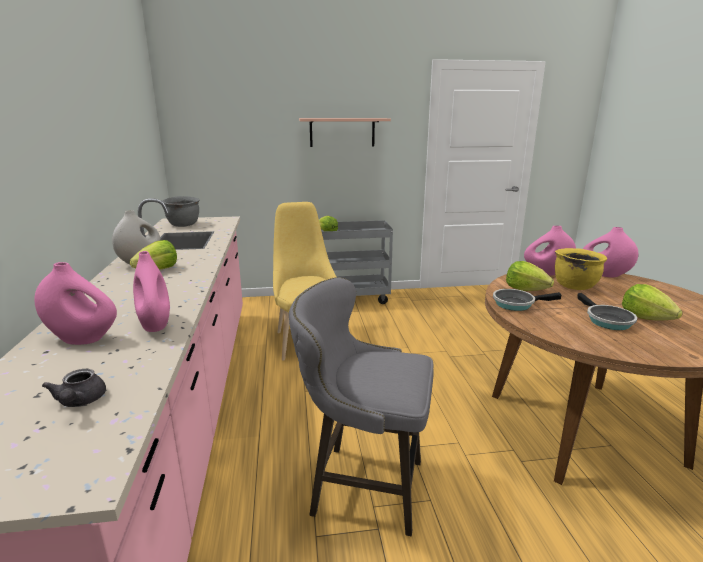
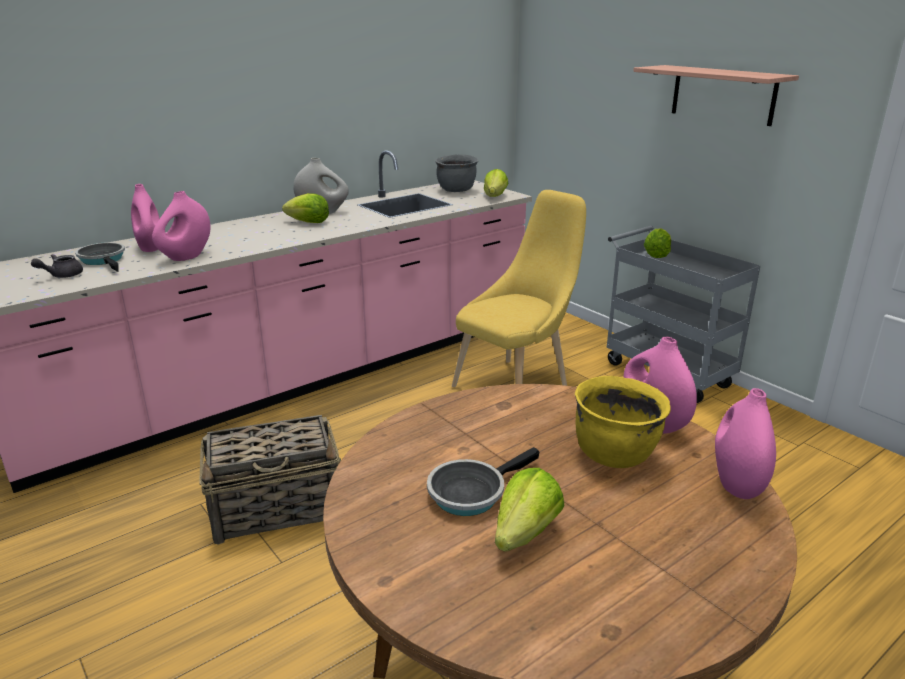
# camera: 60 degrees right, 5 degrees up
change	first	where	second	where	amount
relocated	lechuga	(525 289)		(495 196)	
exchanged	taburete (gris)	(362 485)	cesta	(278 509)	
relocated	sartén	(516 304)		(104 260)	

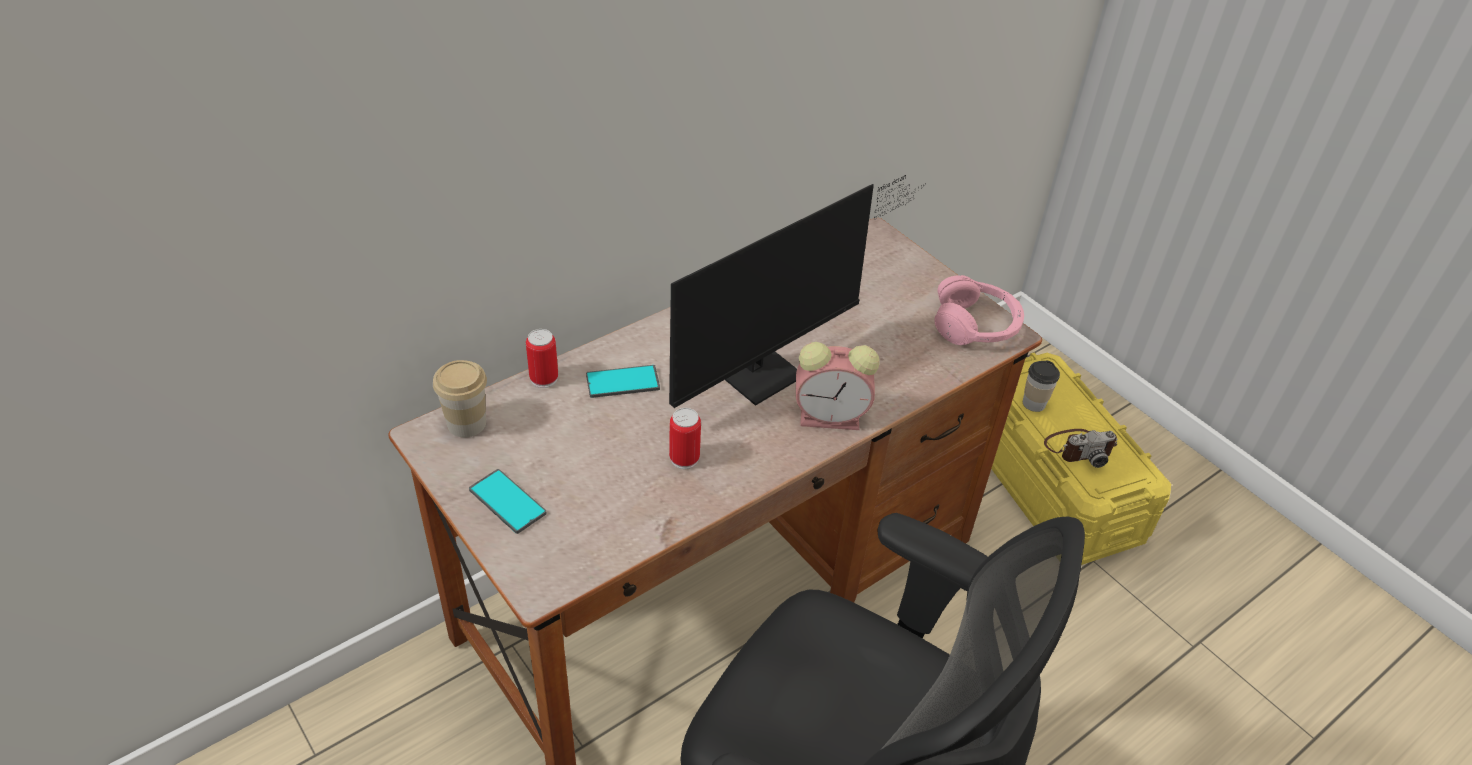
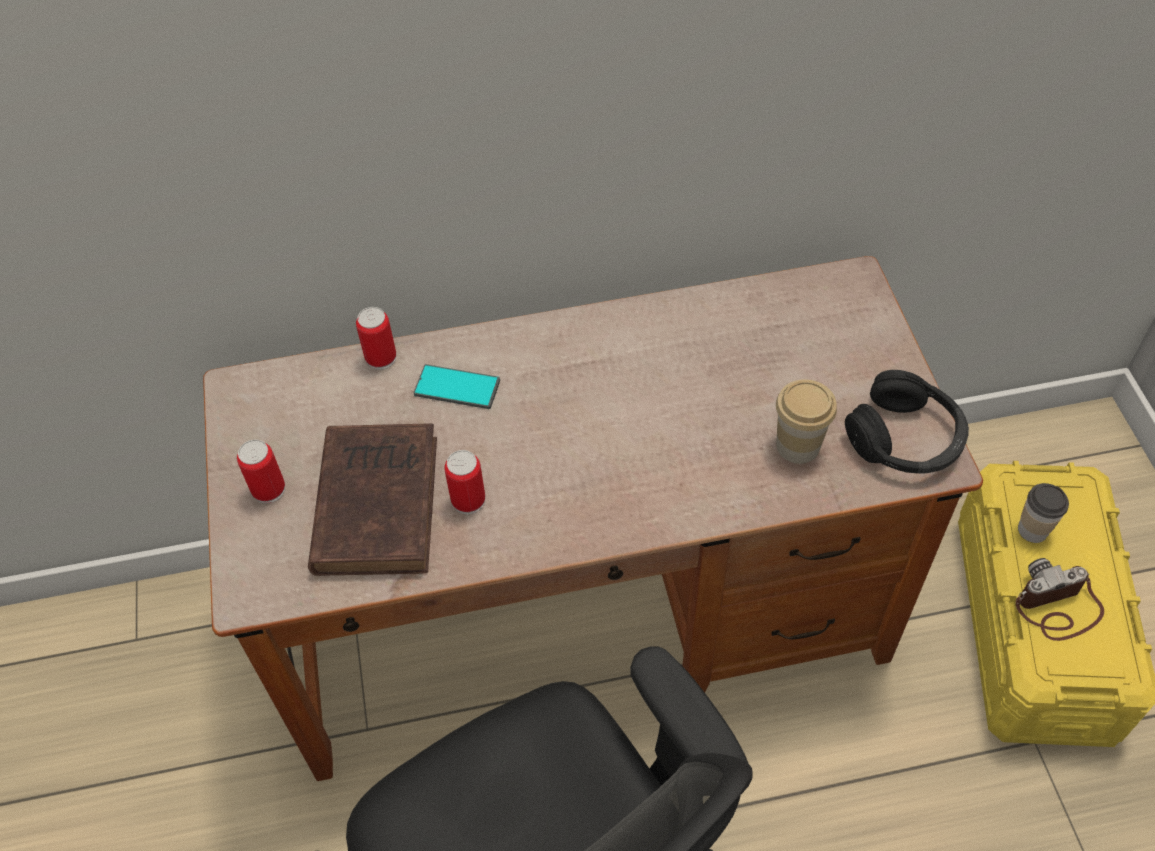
# camera: 30 degrees right, 10 degrees up
change	first	where	second	where	amount
missing	monitor	(769 369)			
colour	auriculares (rosa)	(975 325)	auriculares (negro)	(905 439)	
missing	despertador	(832 417)			
relocated	taza	(466 423)		(798 445)	
spun	cámara	(1078 448)		(1057 608)	150 degrees clockwise
exchanged	móvil	(507 502)	lata	(268 489)	
appeared			libro (marrón)	(377 500)	

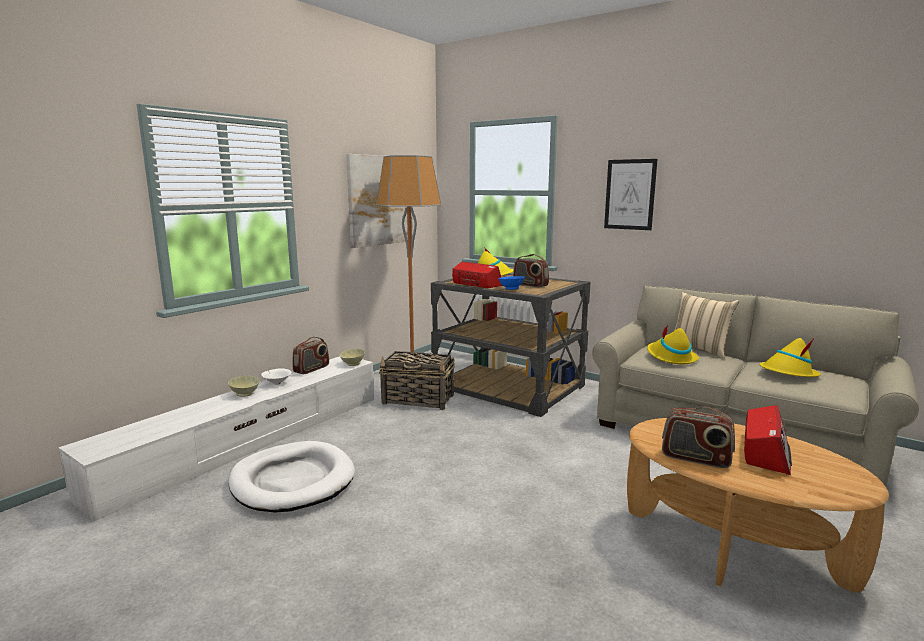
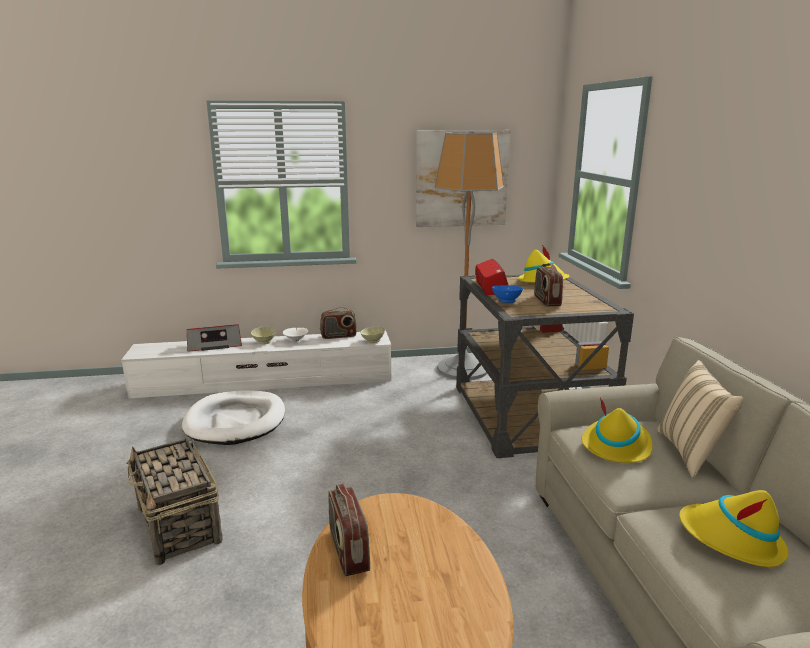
# camera: 45 degrees right, 5 degrees up
change	first	where	second	where	amount
missing	cuadro	(630 194)			
relocated	cesta	(419 400)		(179 526)	
relocated	radio	(765 451)		(215 345)	

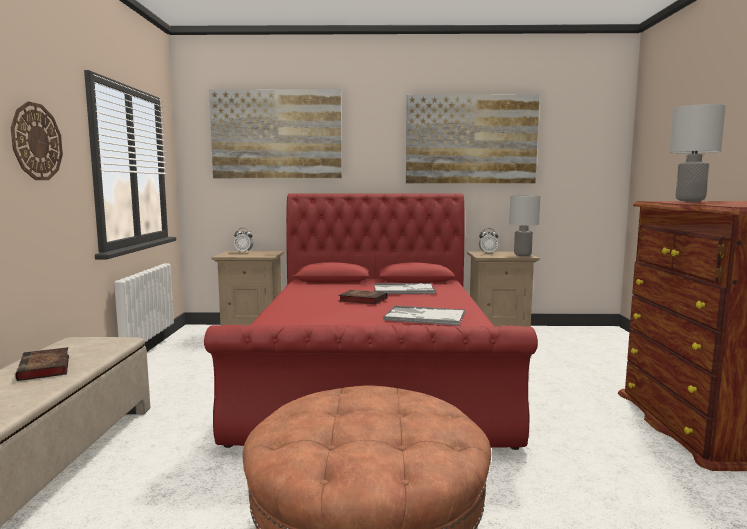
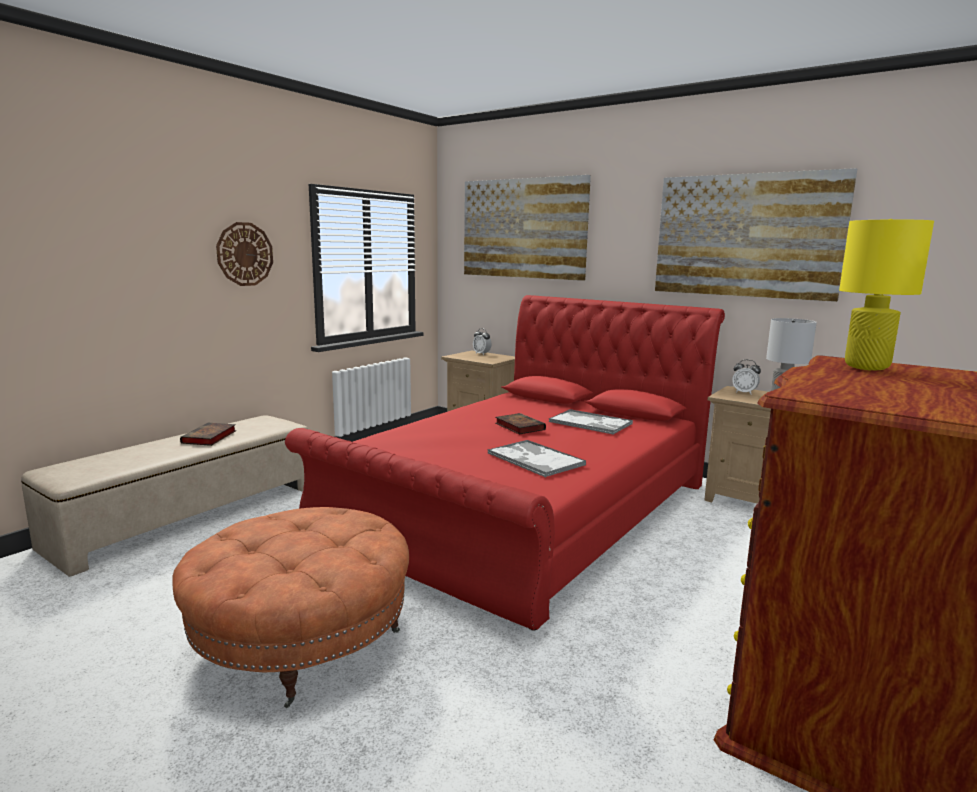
# camera: 35 degrees right, 5 degrees up
change	first	where	second	where	amount
colour	lámpara de mesa (gris)	(690 201)	lámpara de mesa (amarillo)	(867 368)	

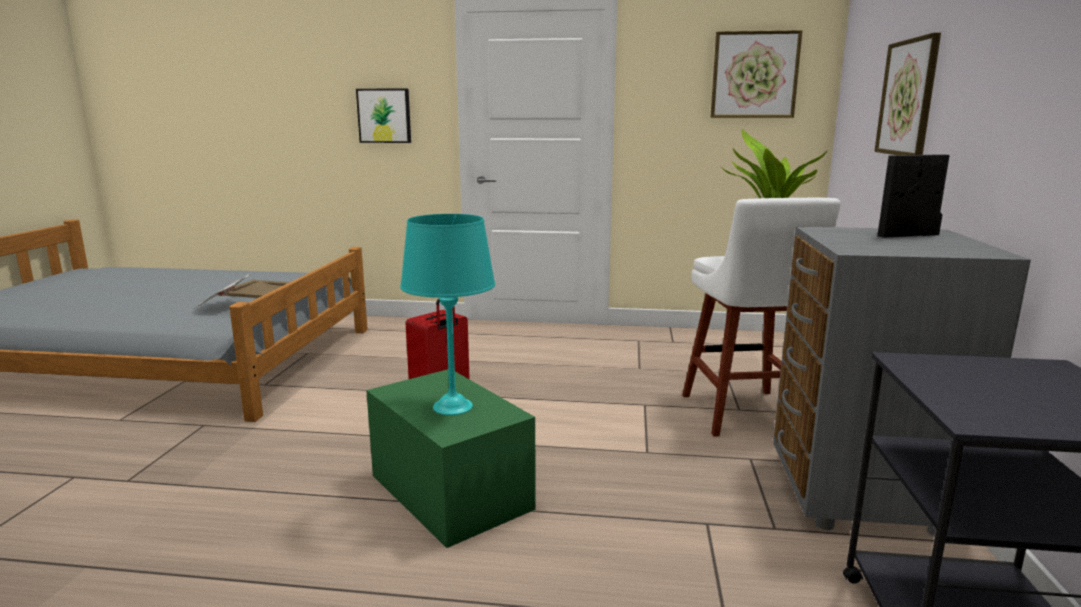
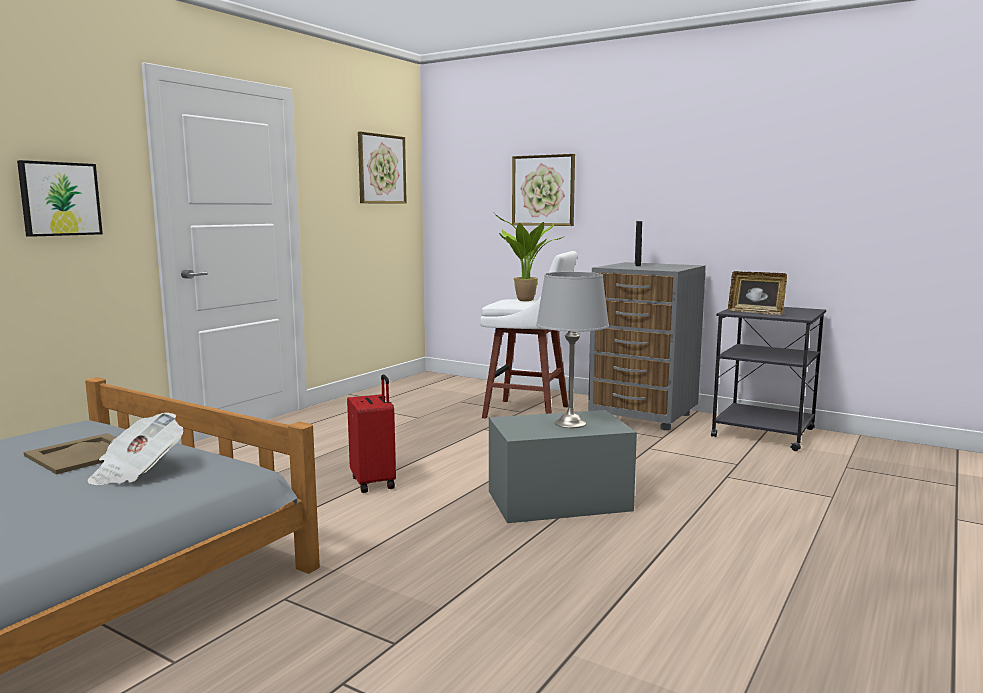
# camera: 65 degrees left, 5 degrees down
change	first	where	second	where	amount
colour	lámpara de mesa (turquesa)	(452 406)	lámpara de mesa (gris)	(569 423)	
colour	caja de almacenaje (verde)	(450 491)	caja de almacenaje (gris)	(558 501)	
appeared			portarretratos	(756 312)	

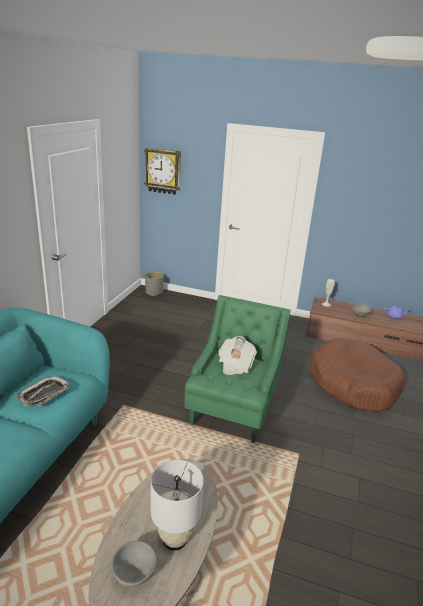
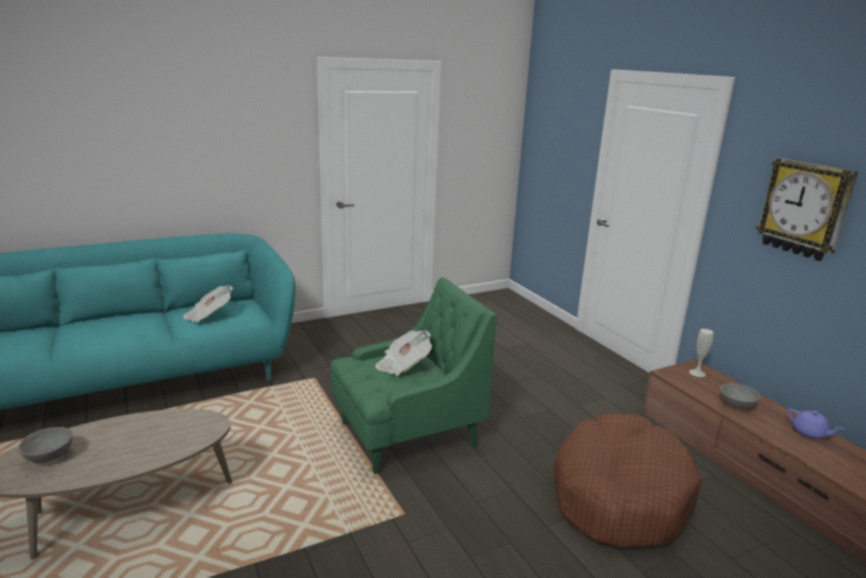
# camera: 45 degrees right, 5 degrees down
change	first	where	second	where	amount
relocated	reloj de pared	(163 171)		(804 209)	
missing	maceta (gris)	(154 292)			
exchanged	bandeja	(44 395)	periódico	(209 315)	
missing	lámpara de mesa (blanco)	(174 539)			

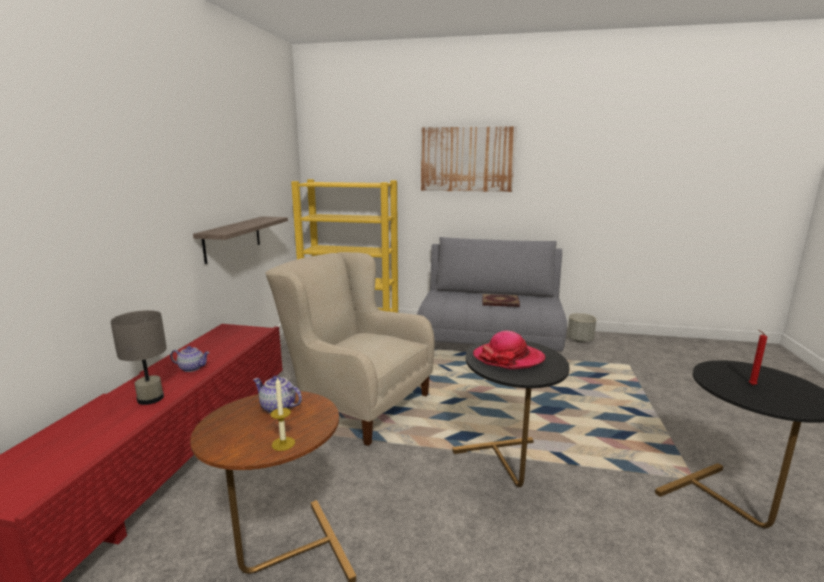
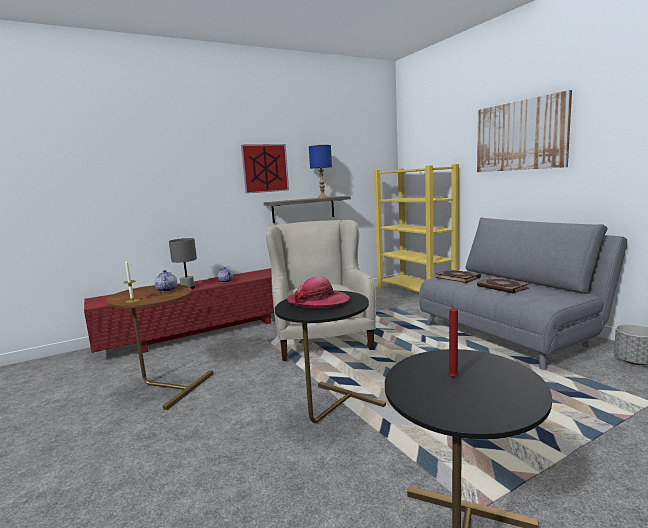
# camera: 50 degrees right, 5 degrees down
change	first	where	second	where	amount
appeared			cuadro	(265 168)	
appeared			lámpara de mesa (azul)	(322 197)	
appeared			libro	(458 277)	

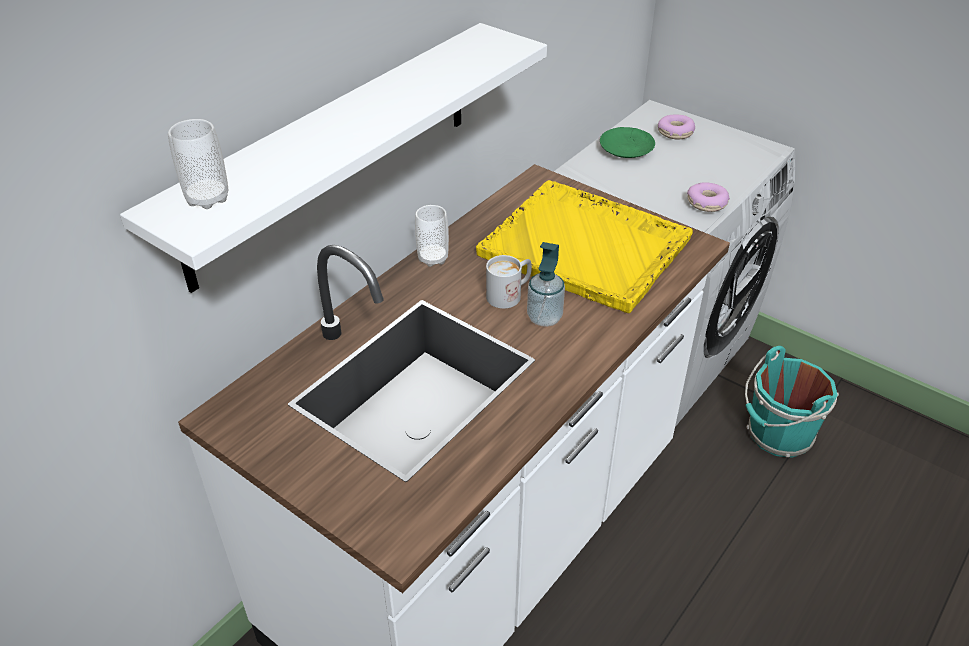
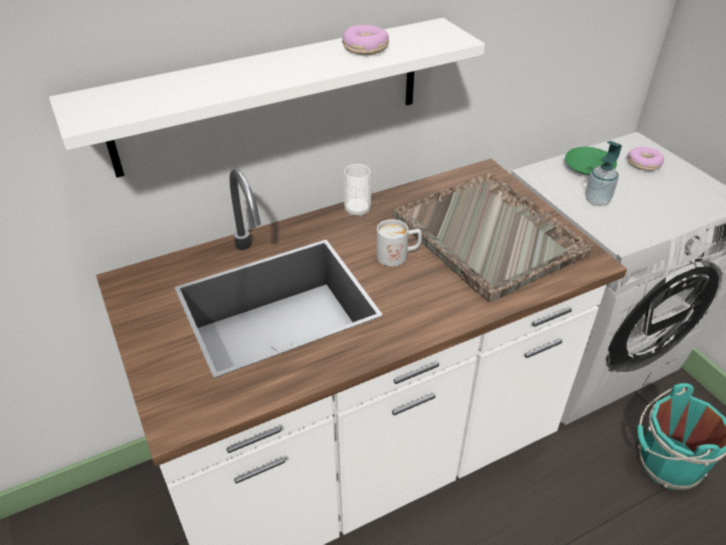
# camera: 25 degrees right, 0 degrees up
change	first	where	second	where	amount
missing	taza	(207 198)			
colour	bandeja (amarillo)	(586 248)	bandeja (gris)	(489 237)	
relocated	rosquilla	(707 203)		(365 48)	
relocated	dispensador de jabón	(544 318)		(597 200)	

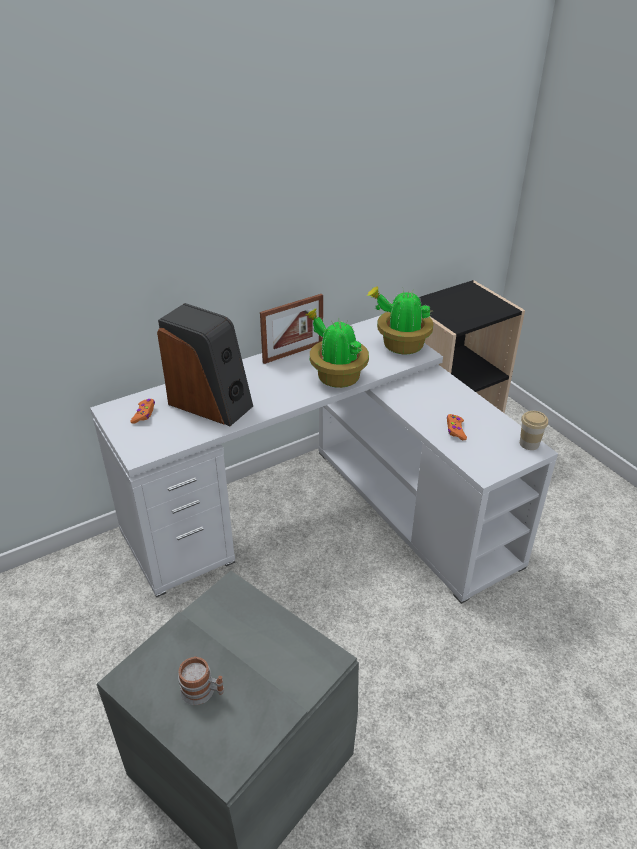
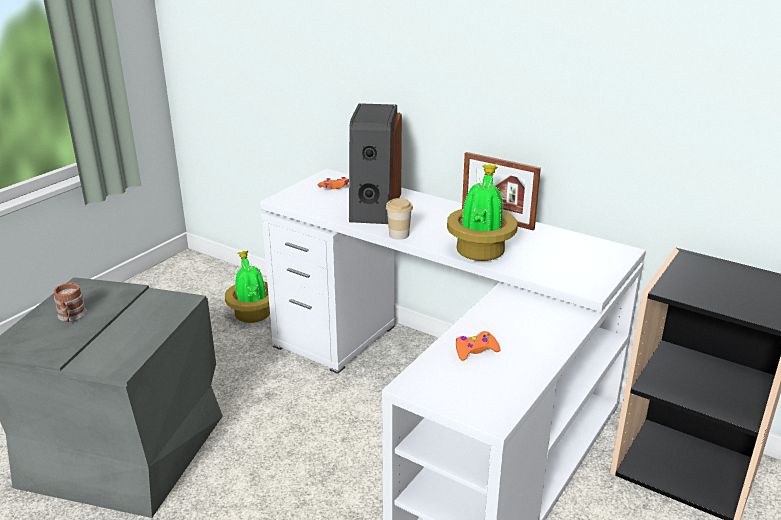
# camera: 65 degrees right, 10 degrees down
change	first	where	second	where	amount
relocated	planta en maceta	(401 345)		(252 313)	
relocated	taza	(529 444)		(399 235)	

